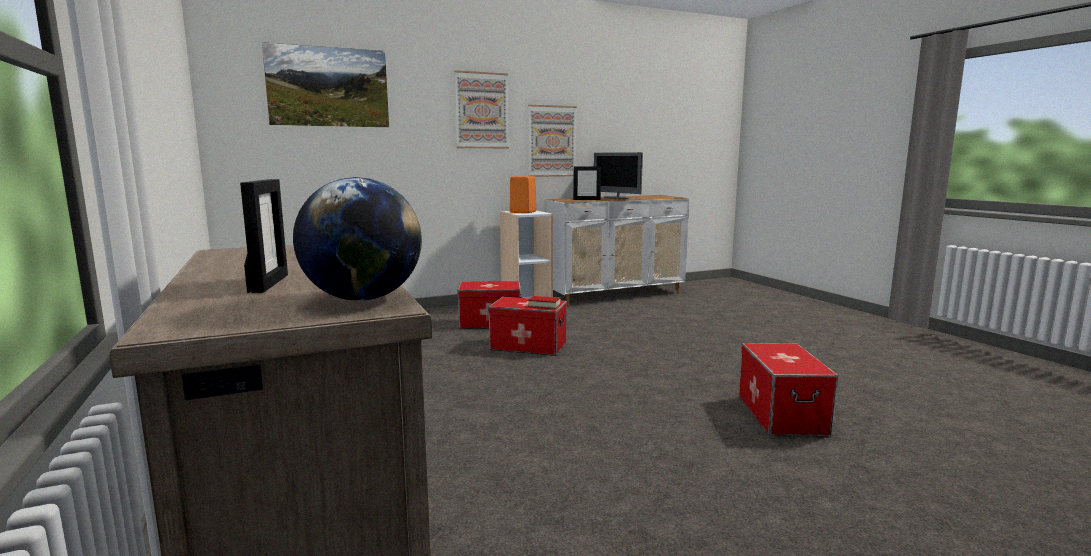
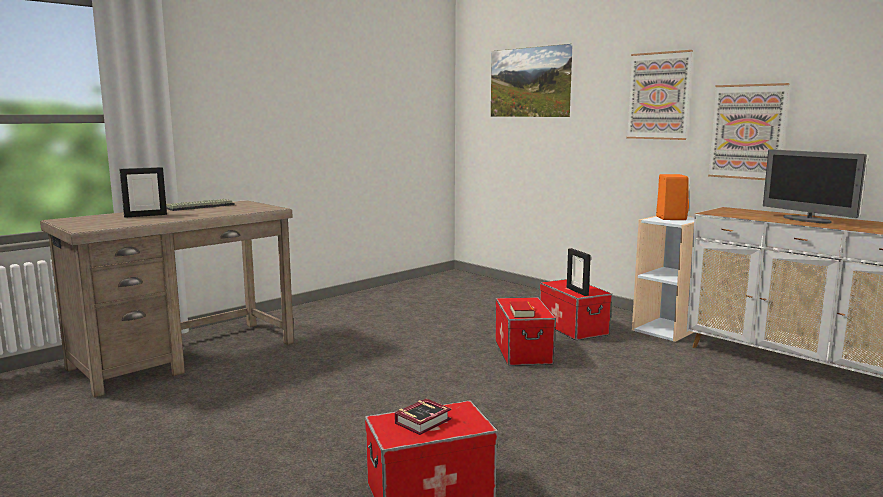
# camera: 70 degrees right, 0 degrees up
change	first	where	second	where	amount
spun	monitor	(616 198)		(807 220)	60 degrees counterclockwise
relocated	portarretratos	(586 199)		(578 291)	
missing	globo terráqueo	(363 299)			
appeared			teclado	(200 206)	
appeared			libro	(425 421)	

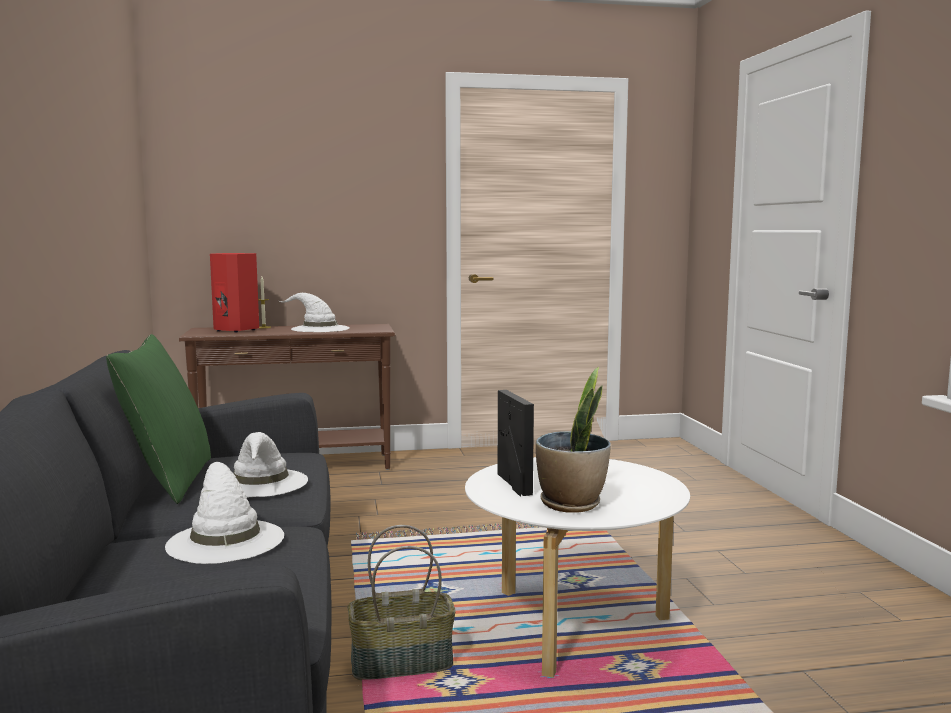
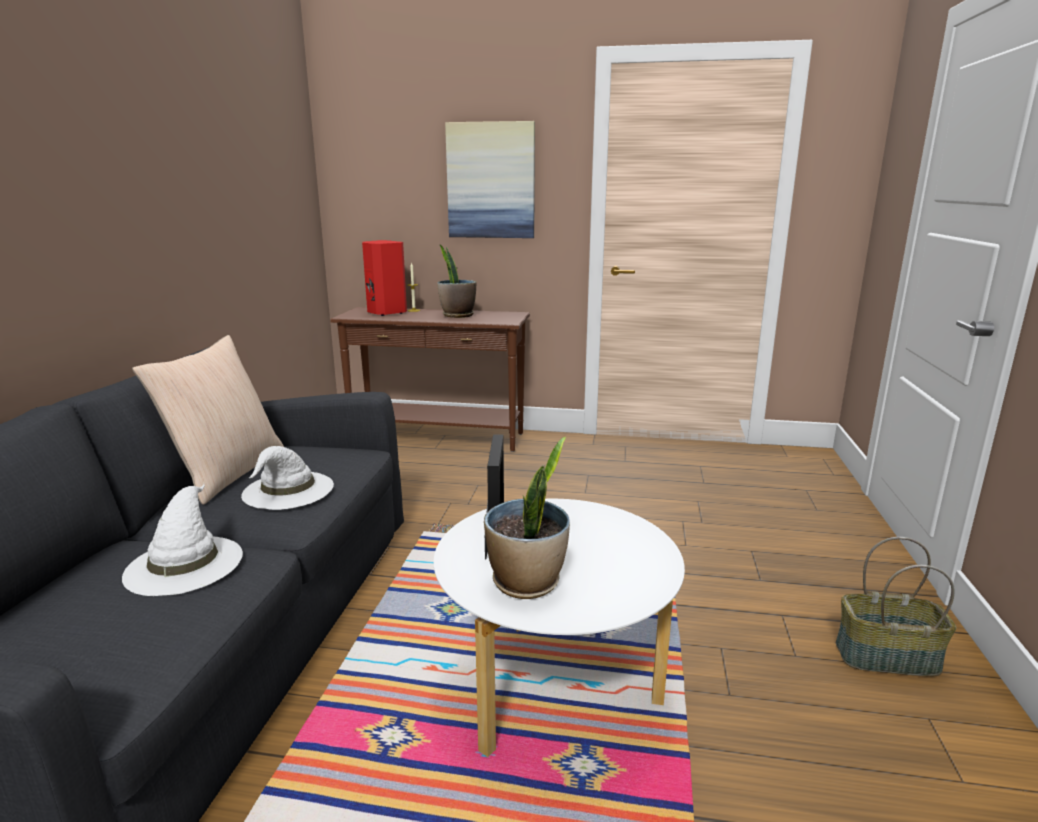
# camera: 20 degrees right, 10 degrees up
change	first	where	second	where	amount
exchanged	sombrero (blanco)	(319 328)	planta en maceta	(457 315)	
colour	cojín (verde)	(169 480)	cojín (beis)	(227 473)	
relocated	cesta	(401 664)		(886 658)	
appeared			cuadro	(491 181)	

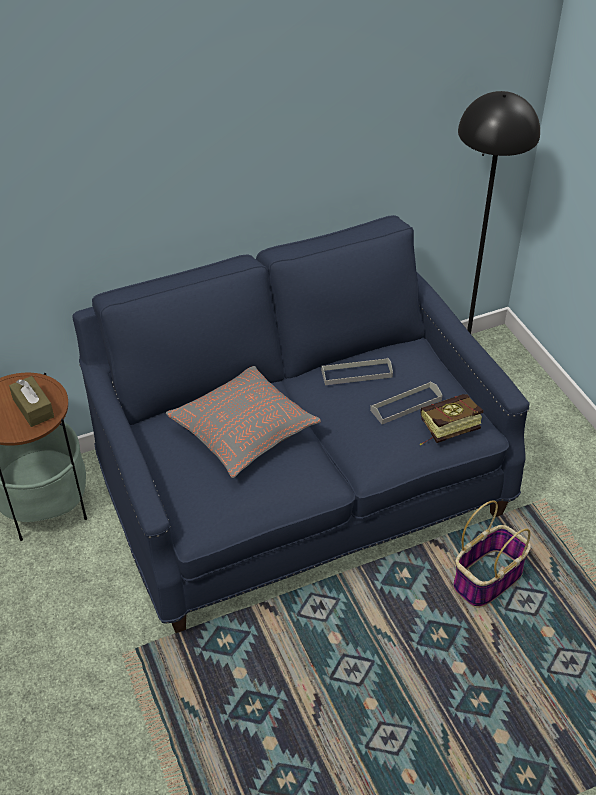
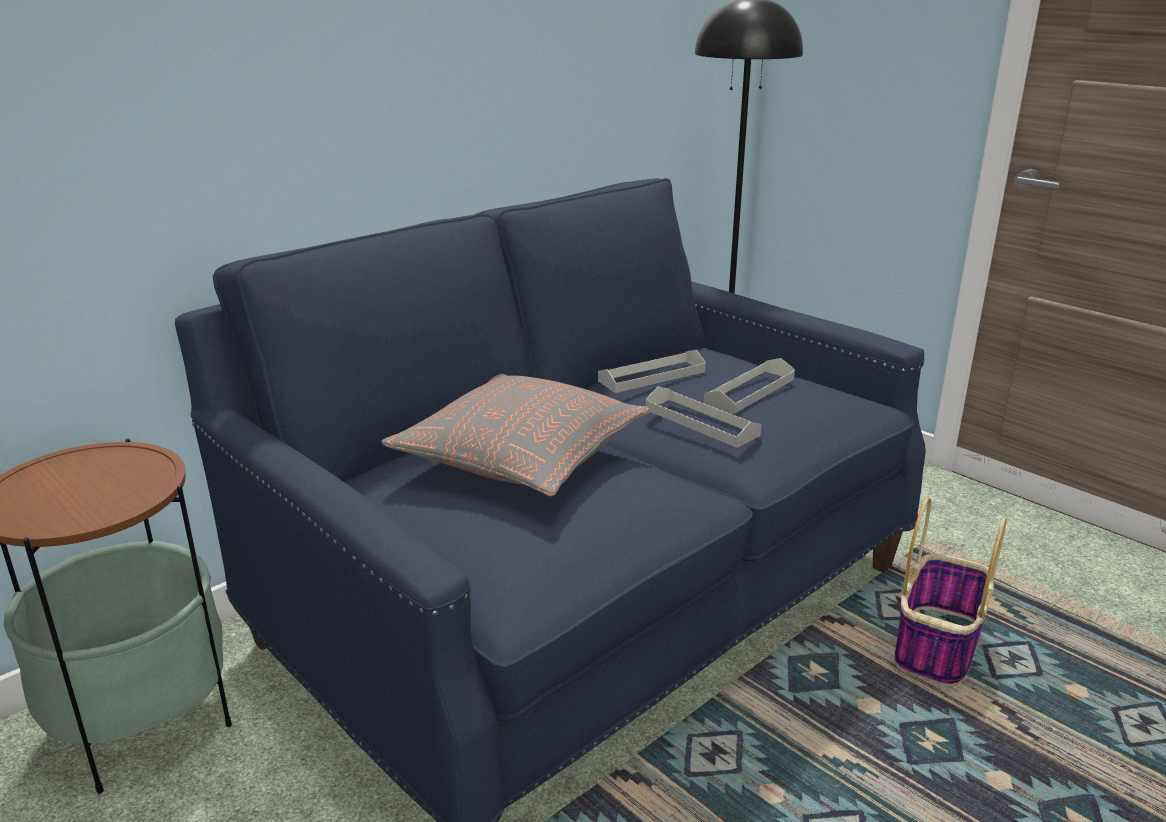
# camera: 20 degrees left, 20 degrees down
change	first	where	second	where	amount
missing	caja de pañuelos (marrón)	(33 408)			
missing	libro	(444 429)			
appeared			bandeja (gris)	(701 422)	

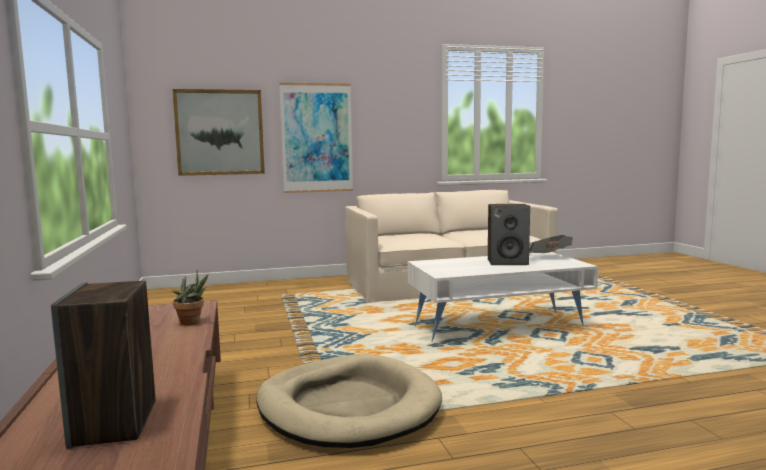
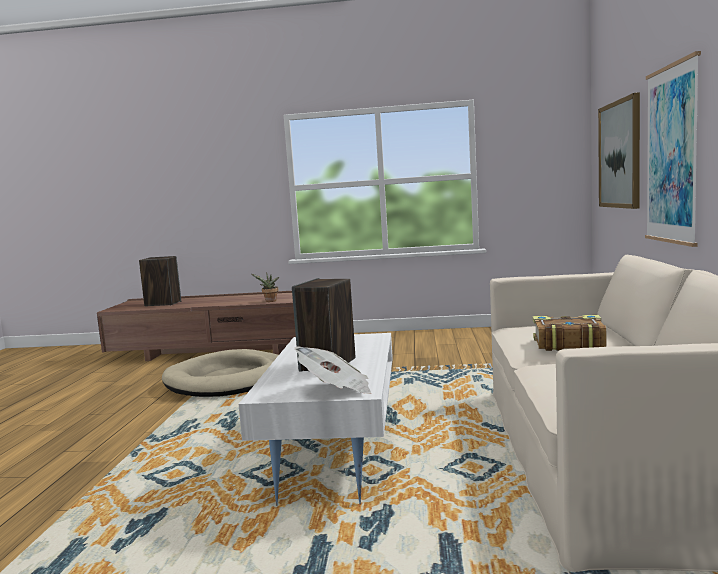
# camera: 110 degrees right, 0 degrees up
change	first	where	second	where	amount
appeared			libro	(567 343)	

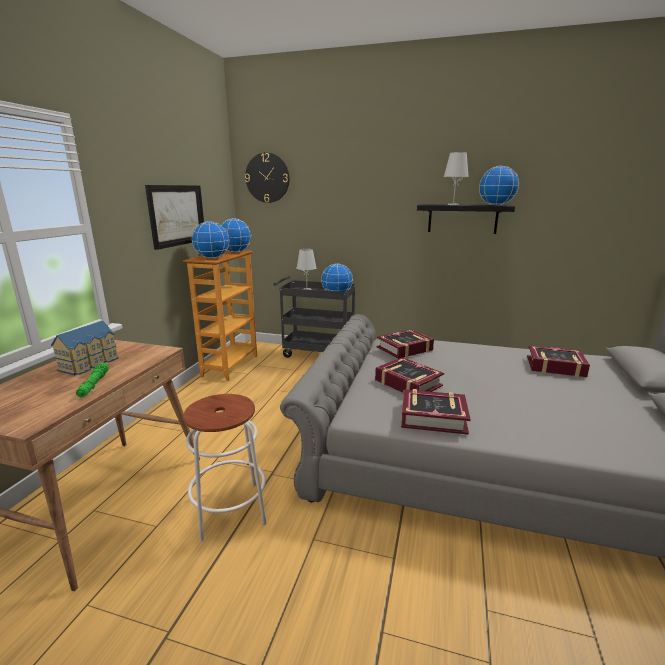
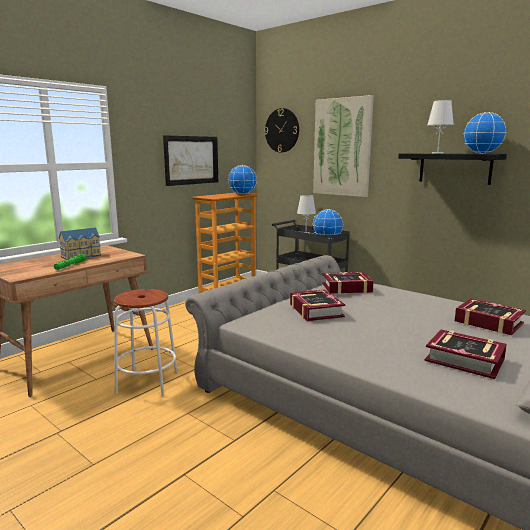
# camera: 25 degrees right, 5 degrees down
change	first	where	second	where	amount
missing	globo terráqueo	(212 258)			
relocated	libro	(433 417)		(464 360)	
appeared			cuadro	(342 147)	

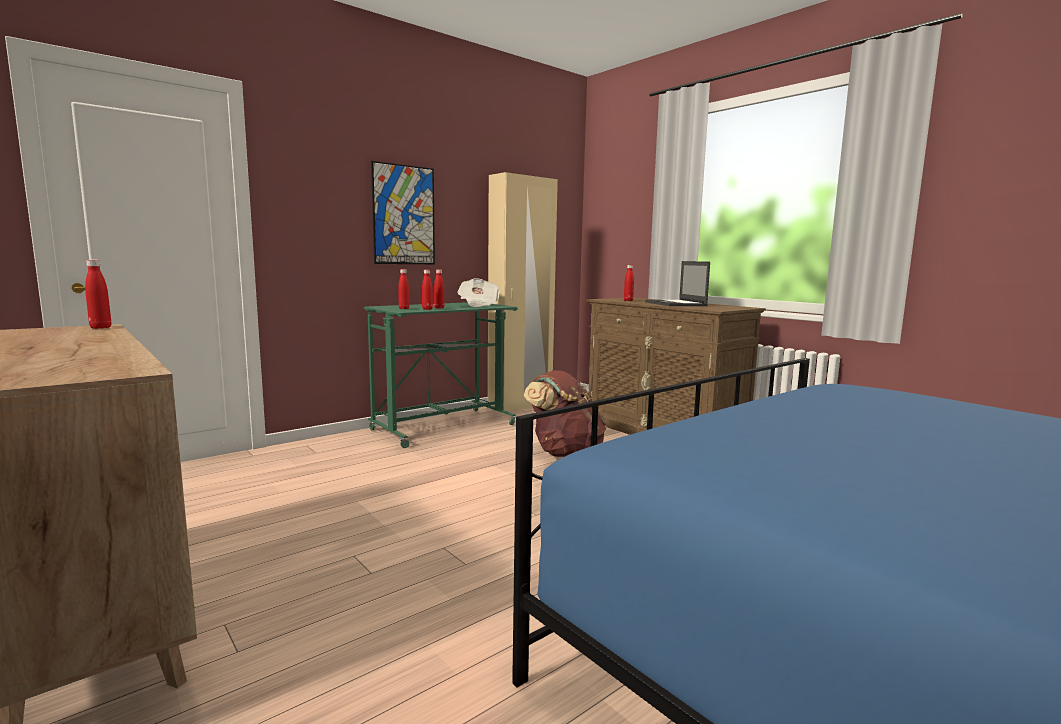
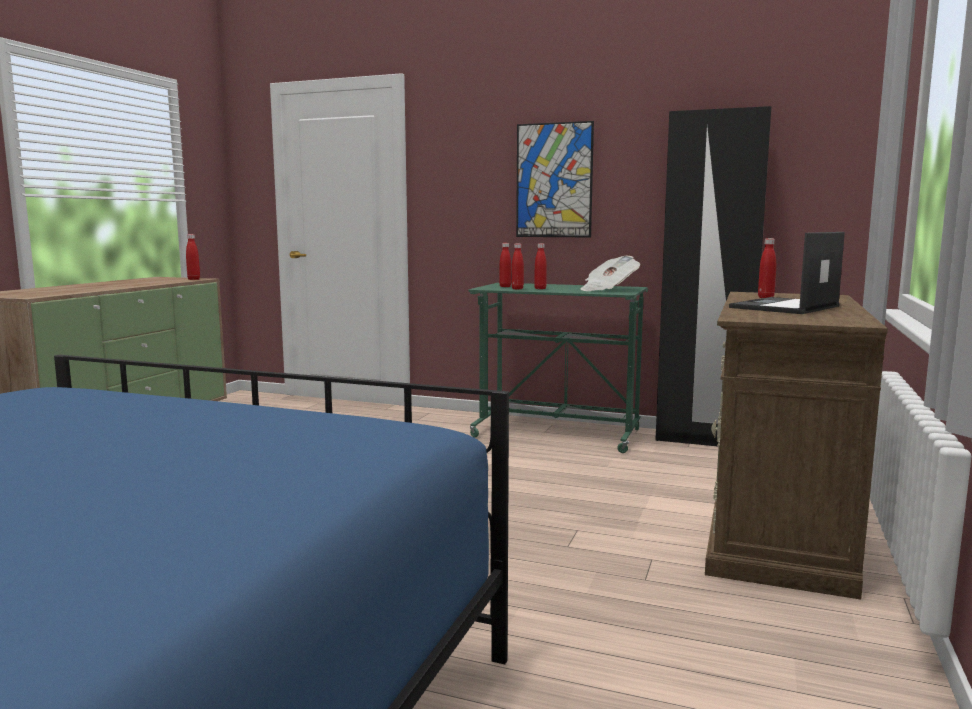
# camera: 60 degrees right, 0 degrees up
change	first	where	second	where	amount
colour	armario ropero (beis)	(520 406)	armario ropero (negro)	(702 440)	
missing	mochila (marrón)	(564 453)			

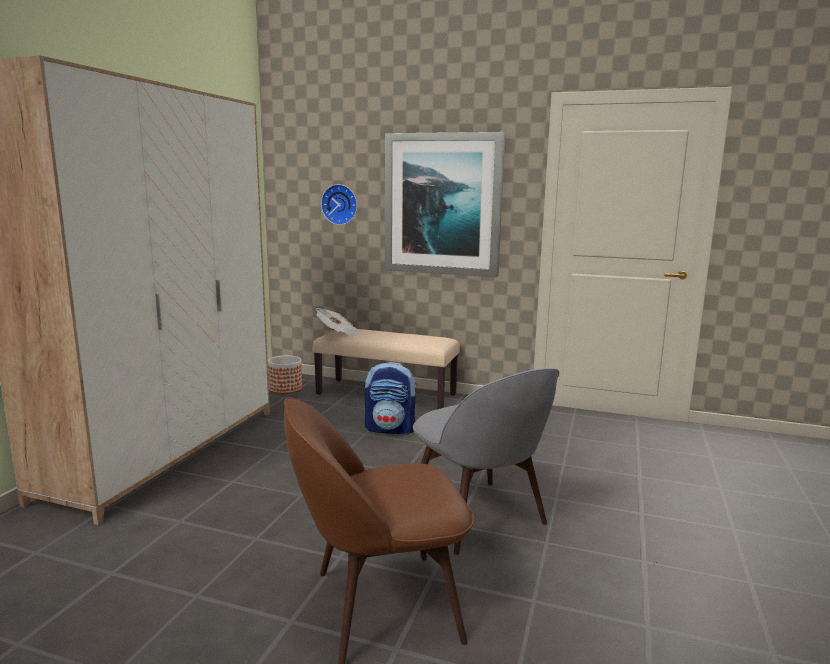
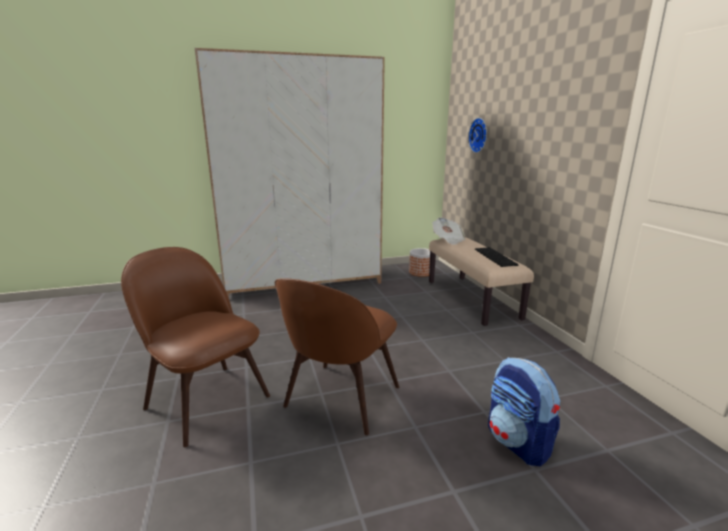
# camera: 55 degrees right, 5 degrees up
change	first	where	second	where	amount
missing	cuadro	(443 204)			
relocated	mochila	(391 429)		(518 443)	
colour	silla (gris)	(478 518)	silla (marrón)	(340 399)	
appeared			teclado	(496 257)	

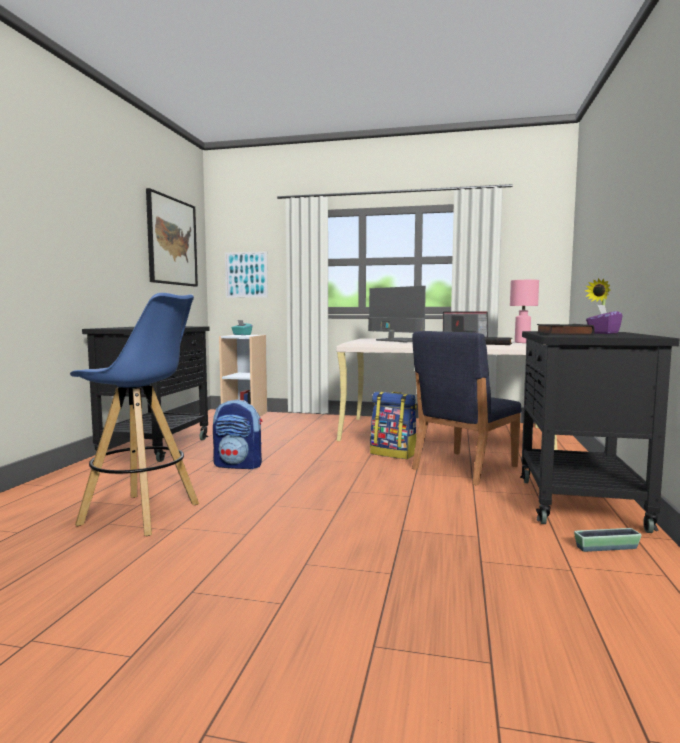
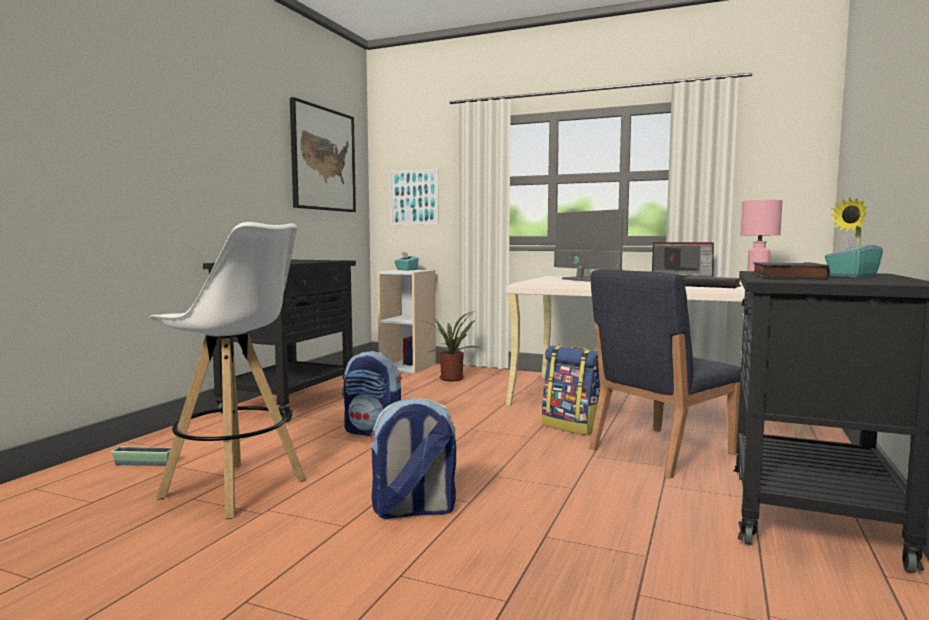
# camera: 10 degrees right, 0 degrees up
change	first	where	second	where	amount
colour	taburete (azul)	(141 514)	taburete (blanco)	(235 489)	
colour	caja de pañuelos (morado)	(603 333)	caja de pañuelos (turquesa)	(851 276)	
relocated	maceta	(606 548)		(144 463)	
appeared			planta en maceta	(452 378)	
appeared			mochila	(413 510)	

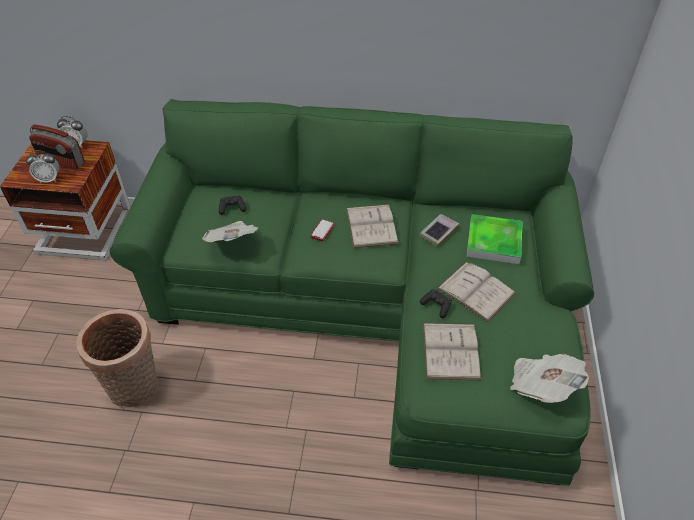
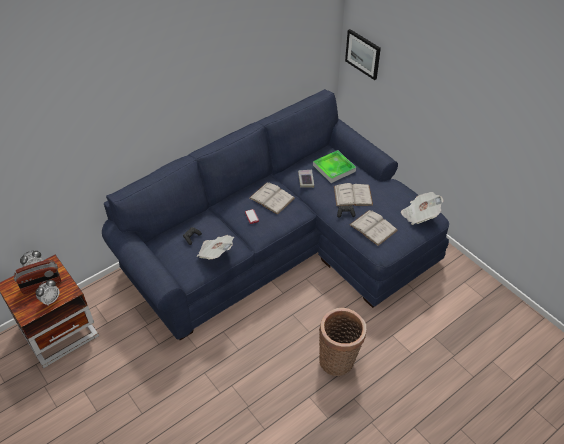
# camera: 45 degrees left, 0 degrees up
change	first	where	second	where	amount
colour	sofá (verde)	(377 307)	sofá (azul)	(283 246)	
relocated	cesta	(135 388)		(339 360)	
appeared			cuadro	(363 54)	

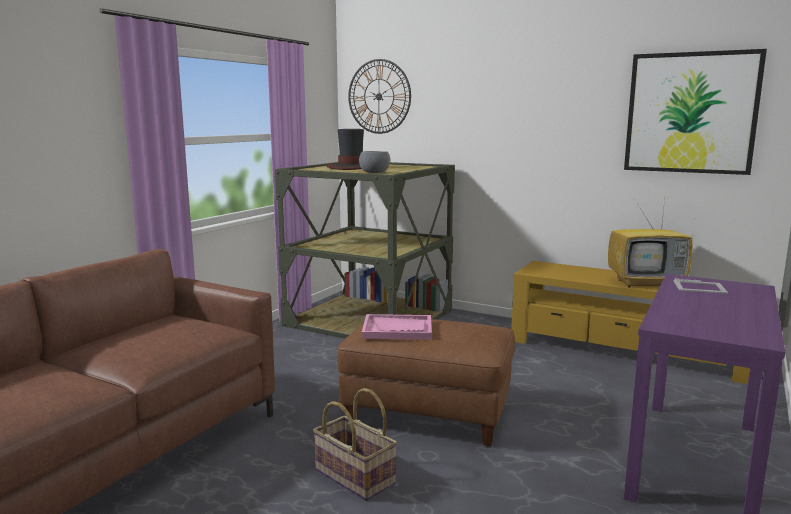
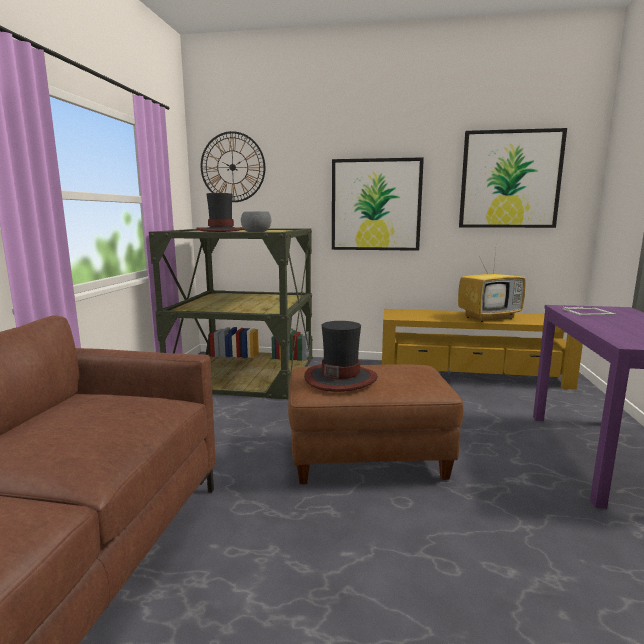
# camera: 20 degrees left, 0 degrees up
change	first	where	second	where	amount
exchanged	bandeja (rosa)	(397 329)	sombrero	(340 378)	
missing	cesta	(353 477)			
appeared			cuadro	(376 205)	

